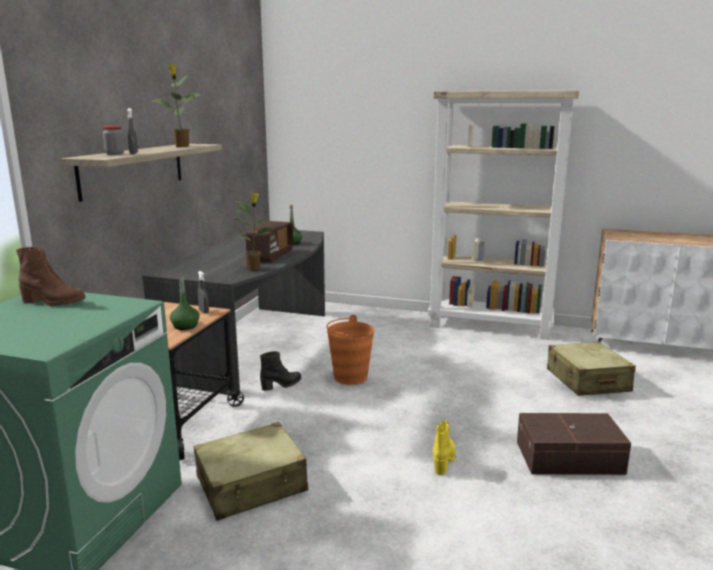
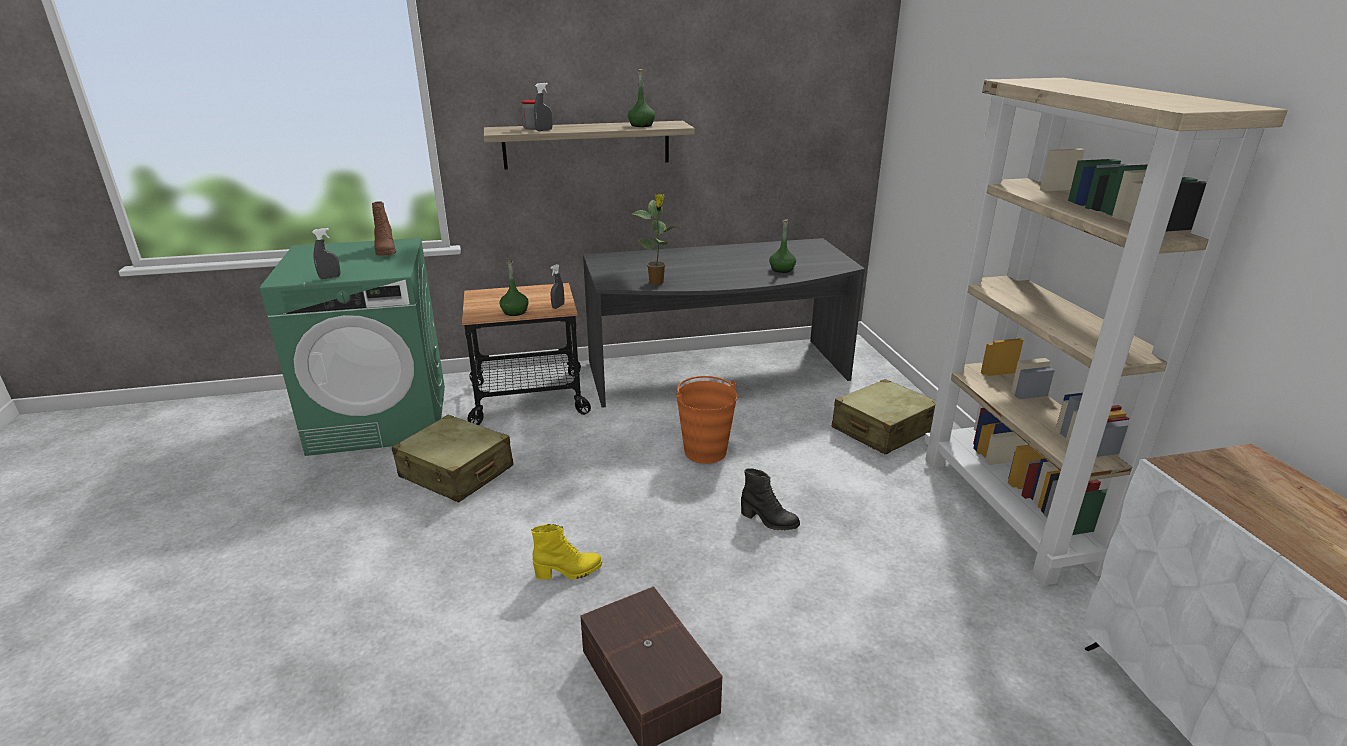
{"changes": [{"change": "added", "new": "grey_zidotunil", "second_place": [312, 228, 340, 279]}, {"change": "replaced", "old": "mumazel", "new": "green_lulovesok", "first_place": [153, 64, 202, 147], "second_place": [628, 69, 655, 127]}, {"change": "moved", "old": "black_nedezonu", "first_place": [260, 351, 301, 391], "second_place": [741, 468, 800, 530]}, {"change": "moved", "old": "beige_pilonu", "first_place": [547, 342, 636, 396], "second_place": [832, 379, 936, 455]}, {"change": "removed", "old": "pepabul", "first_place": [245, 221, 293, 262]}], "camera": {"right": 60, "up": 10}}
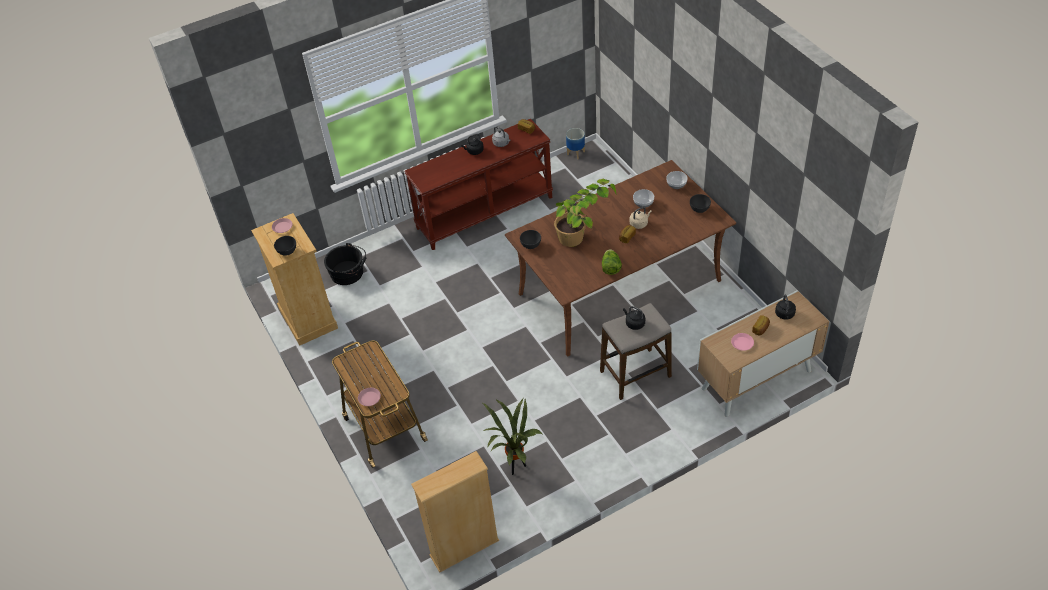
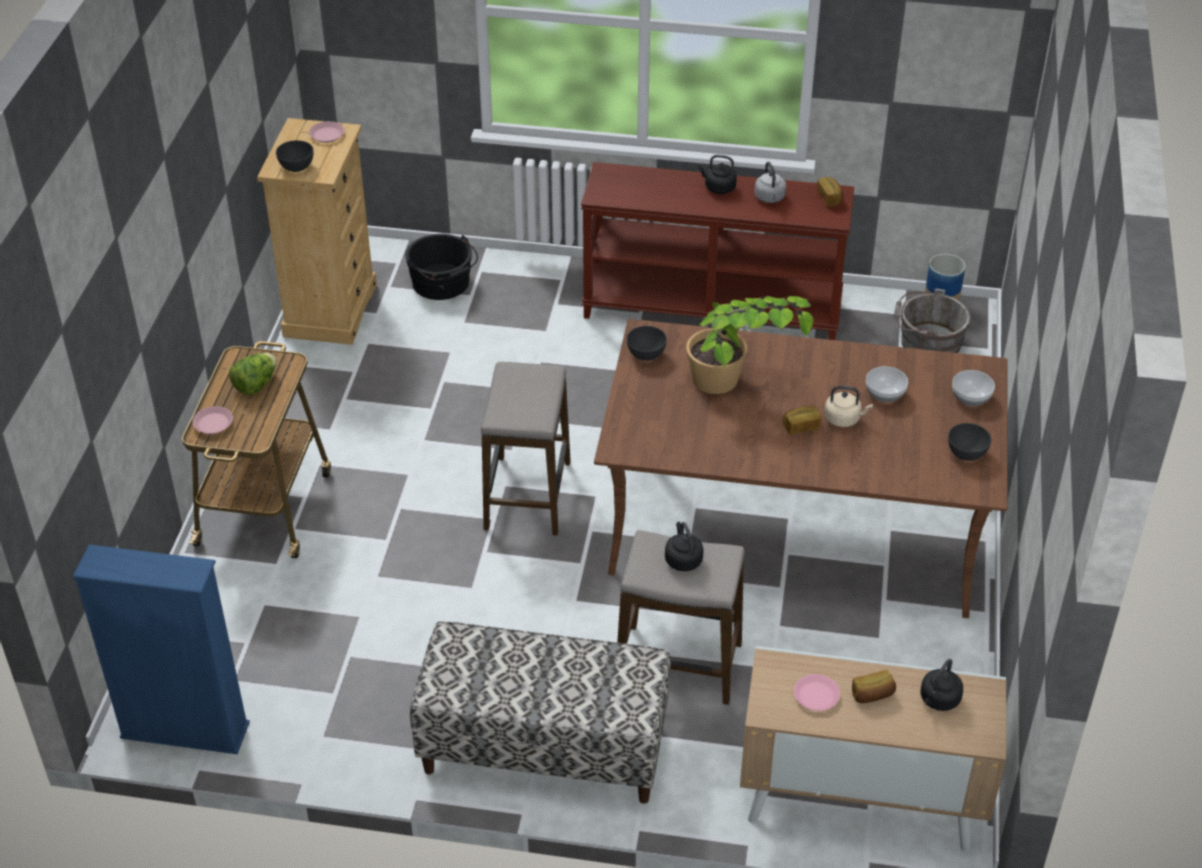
{"changes": [{"change": "recoloured", "old": "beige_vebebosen", "new": "blue_vebebosen", "first_place": [411, 451, 499, 573], "second_place": [73, 545, 250, 754]}, {"change": "moved", "old": "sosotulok", "first_place": [602, 249, 622, 275], "second_place": [229, 353, 277, 395]}, {"change": "added", "new": "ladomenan", "second_place": [410, 621, 671, 804]}, {"change": "added", "new": "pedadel", "second_place": [481, 362, 571, 536]}, {"change": "added", "new": "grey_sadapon", "second_place": [894, 288, 971, 353]}, {"change": "removed", "old": "mumazel", "first_place": [483, 399, 542, 475]}], "camera": {"right": 35, "up": -5}}
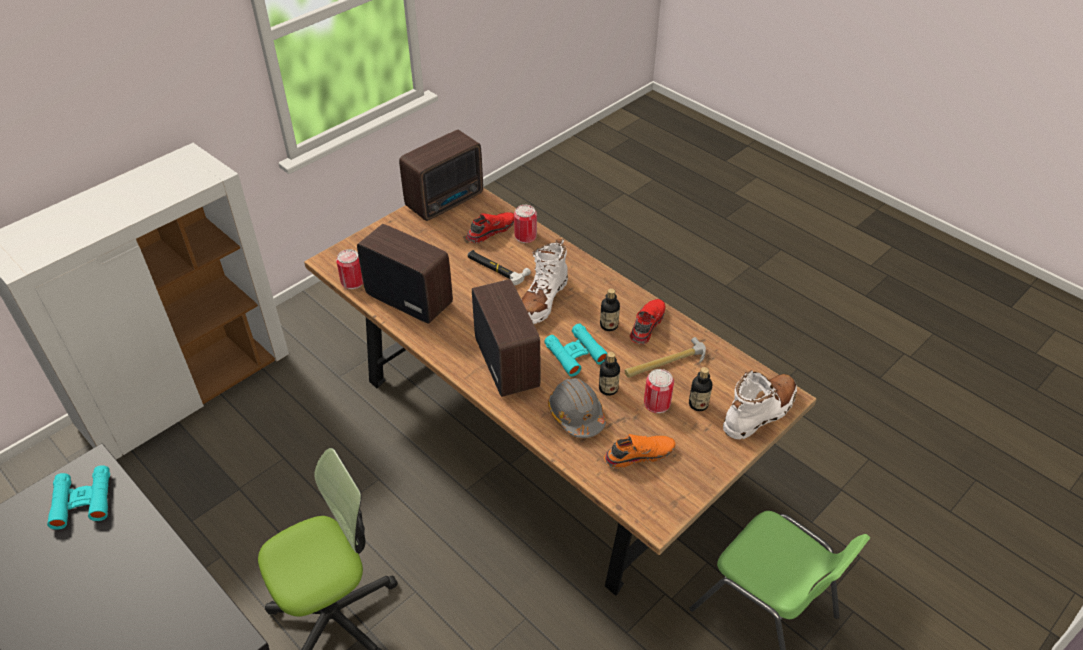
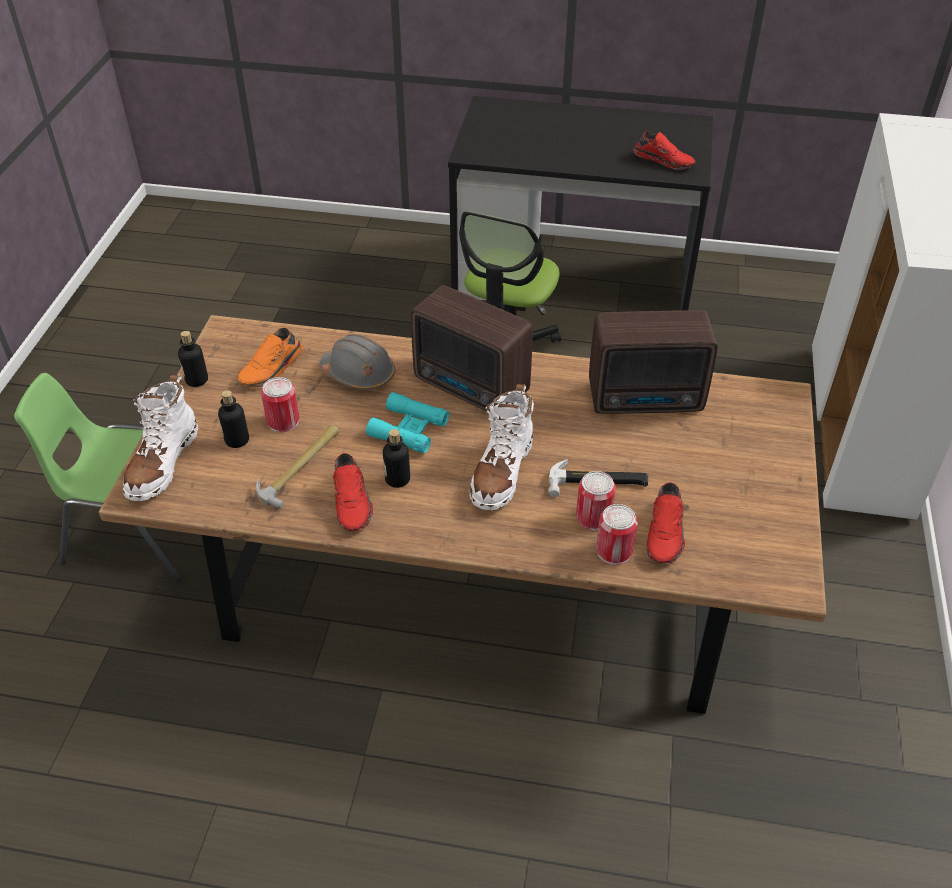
{"changes": [{"change": "moved", "old": "lulovesok", "first_place": [599, 352, 620, 396], "second_place": [178, 331, 208, 387]}, {"change": "turned", "old": "white_nedezonu", "first_place": [522, 239, 568, 324], "second_place": [470, 384, 534, 510], "degrees": -150}, {"change": "moved", "old": "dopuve", "first_place": [336, 249, 363, 289], "second_place": [576, 471, 616, 530]}, {"change": "replaced", "old": "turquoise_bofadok", "new": "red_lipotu", "first_place": [47, 465, 110, 530], "second_place": [633, 131, 696, 170]}, {"change": "removed", "old": "pepabul", "first_place": [399, 130, 483, 221]}], "camera": {"right": 145, "up": 0}}
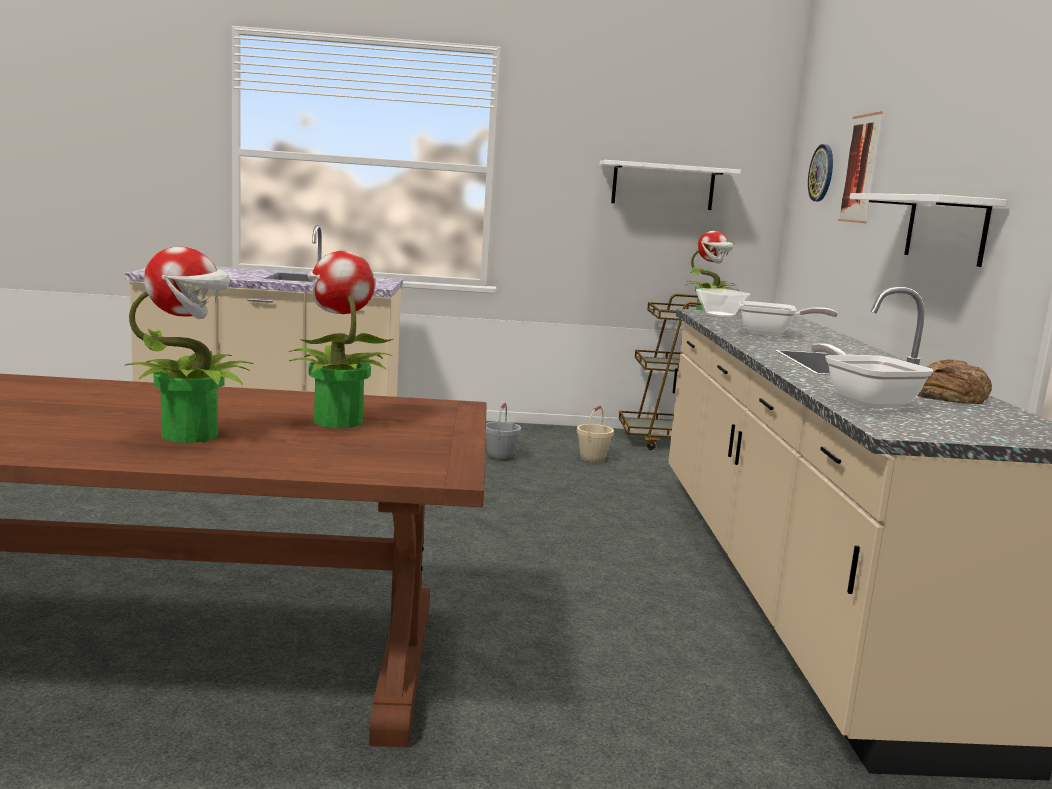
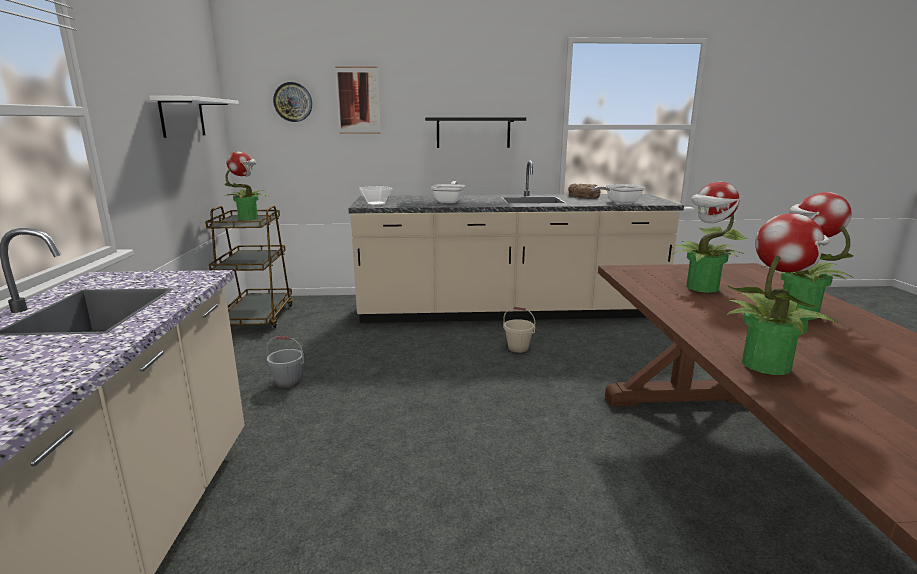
{"changes": [{"change": "recoloured", "old": "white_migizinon", "new": "black_migizinon", "first_place": [850, 193, 1007, 267], "second_place": [425, 117, 526, 148]}, {"change": "moved", "old": "beige_sadapon", "first_place": [577, 406, 614, 463], "second_place": [503, 307, 535, 353]}, {"change": "added", "new": "mumazel", "second_place": [727, 213, 838, 375]}], "camera": {"right": -90, "up": 5}}
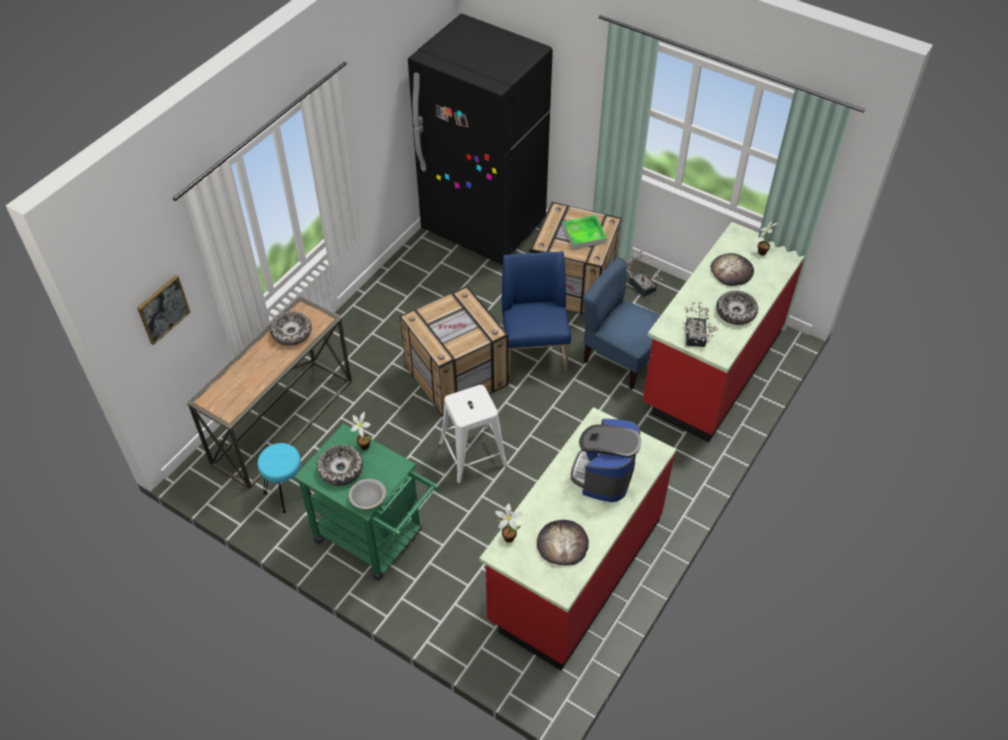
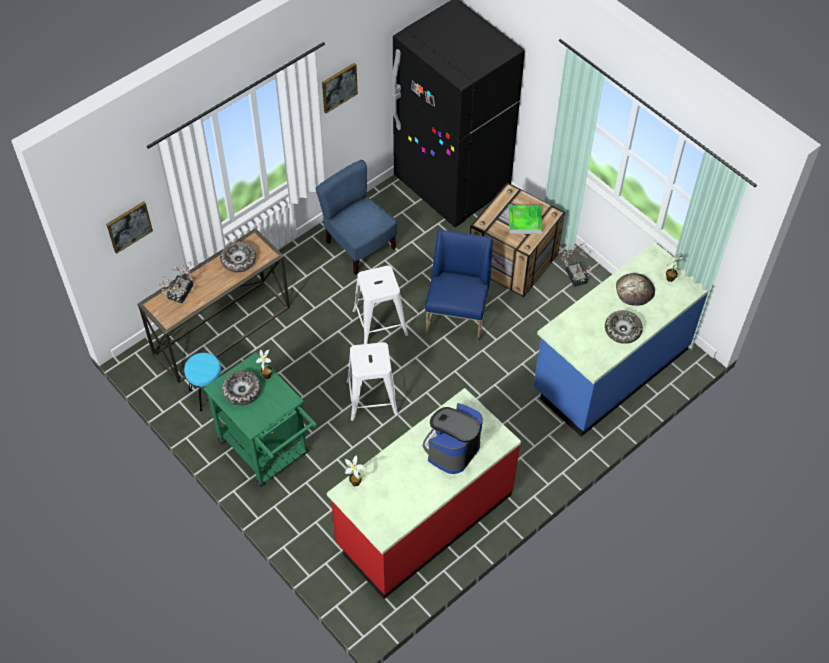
{"changes": [{"change": "moved", "old": "mumazel", "first_place": [683, 302, 718, 347], "second_place": [158, 264, 193, 303]}, {"change": "moved", "old": "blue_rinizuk", "first_place": [583, 258, 661, 390], "second_place": [316, 160, 397, 275]}, {"change": "added", "new": "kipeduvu", "second_place": [322, 63, 358, 113]}, {"change": "replaced", "old": "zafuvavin", "new": "white_pedadel", "first_place": [400, 286, 509, 417], "second_place": [353, 265, 408, 344]}, {"change": "recoloured", "old": "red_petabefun", "new": "blue_petabefun", "first_place": [643, 222, 805, 442], "second_place": [534, 242, 709, 437]}, {"change": "removed", "old": "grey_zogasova", "first_place": [349, 479, 386, 509]}, {"change": "removed", "old": "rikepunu", "first_place": [537, 520, 589, 566]}], "camera": {"right": 15, "up": 5}}
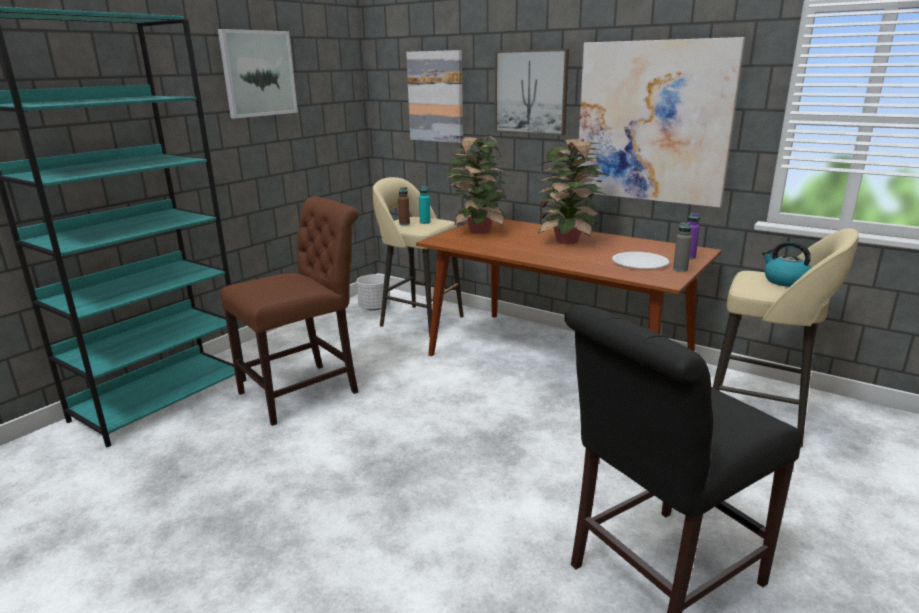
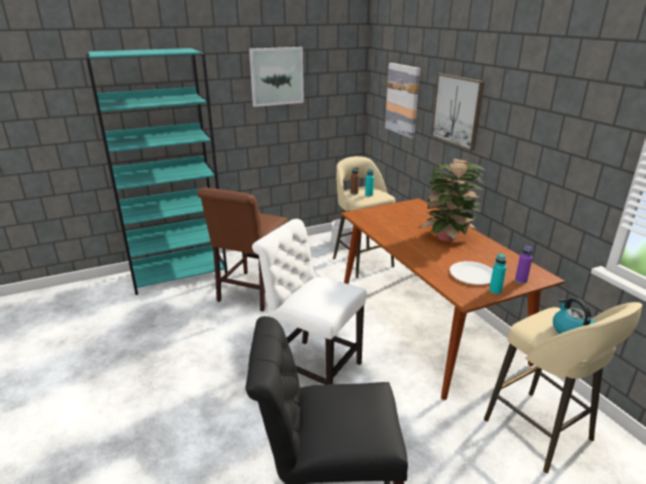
{"changes": [{"change": "turned", "old": "brown_rinizuk", "first_place": [220, 196, 359, 426], "second_place": [197, 188, 288, 312], "degrees": 120}, {"change": "added", "new": "white_rinizuk", "second_place": [252, 219, 367, 385]}, {"change": "recoloured", "old": "grey_lulovesok", "new": "turquoise_lulovesok", "first_place": [673, 222, 692, 272], "second_place": [489, 253, 507, 294]}, {"change": "removed", "old": "mumazel", "first_place": [443, 136, 511, 234]}, {"change": "removed", "old": "kipeduvu", "first_place": [577, 37, 745, 208]}], "camera": {"right": 30, "up": 5}}
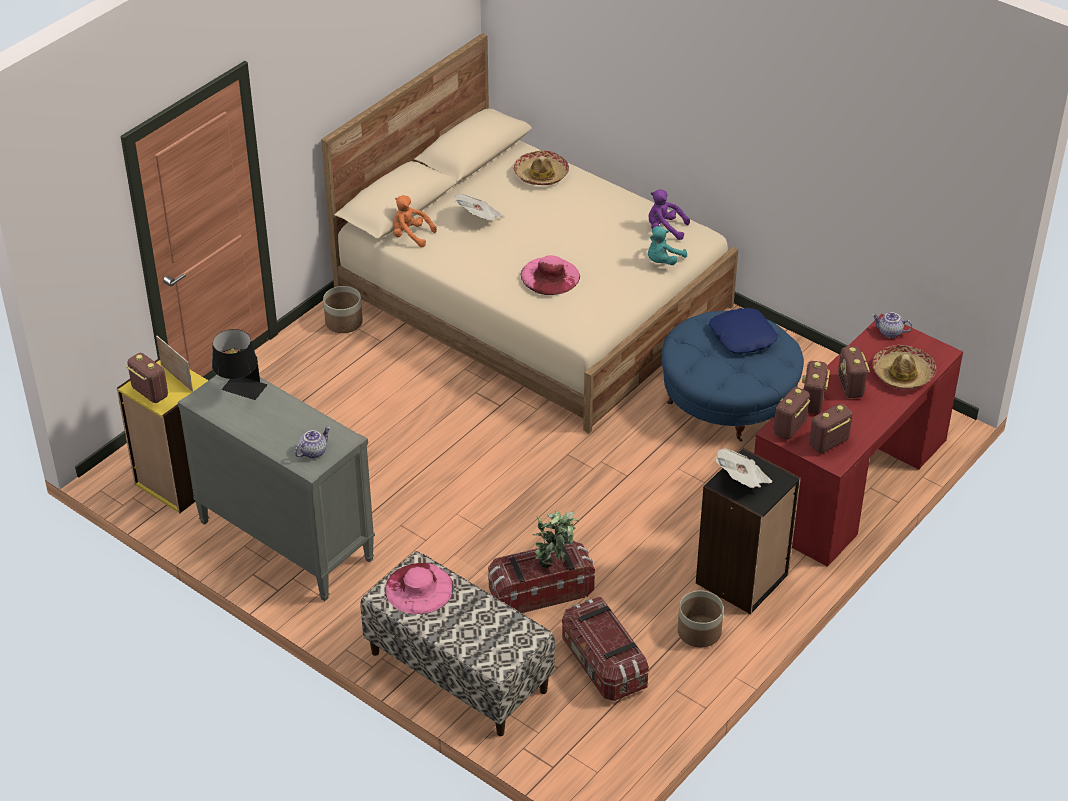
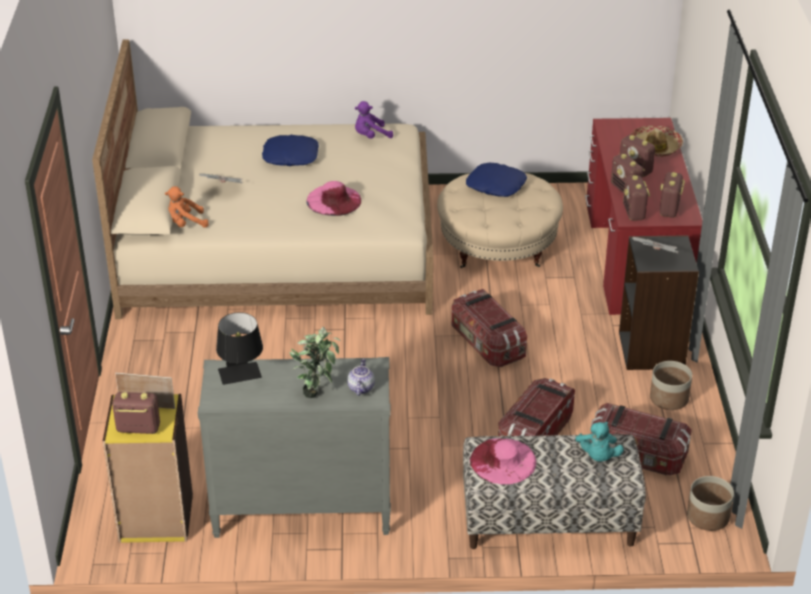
{"changes": [{"change": "added", "new": "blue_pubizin", "second_place": [262, 135, 319, 166]}, {"change": "moved", "old": "mumazel", "first_place": [532, 511, 578, 568], "second_place": [290, 327, 340, 398]}, {"change": "recoloured", "old": "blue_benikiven", "new": "beige_benikiven", "first_place": [661, 311, 804, 442], "second_place": [437, 173, 563, 268]}, {"change": "added", "new": "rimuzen", "second_place": [452, 289, 527, 367]}, {"change": "moved", "old": "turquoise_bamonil", "first_place": [648, 226, 687, 265], "second_place": [575, 422, 624, 462]}, {"change": "moved", "old": "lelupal", "first_place": [323, 286, 363, 333], "second_place": [687, 476, 734, 531]}, {"change": "removed", "old": "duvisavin", "first_place": [514, 150, 569, 185]}, {"change": "removed", "old": "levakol", "first_place": [872, 312, 912, 338]}], "camera": {"right": -40, "up": -5}}
